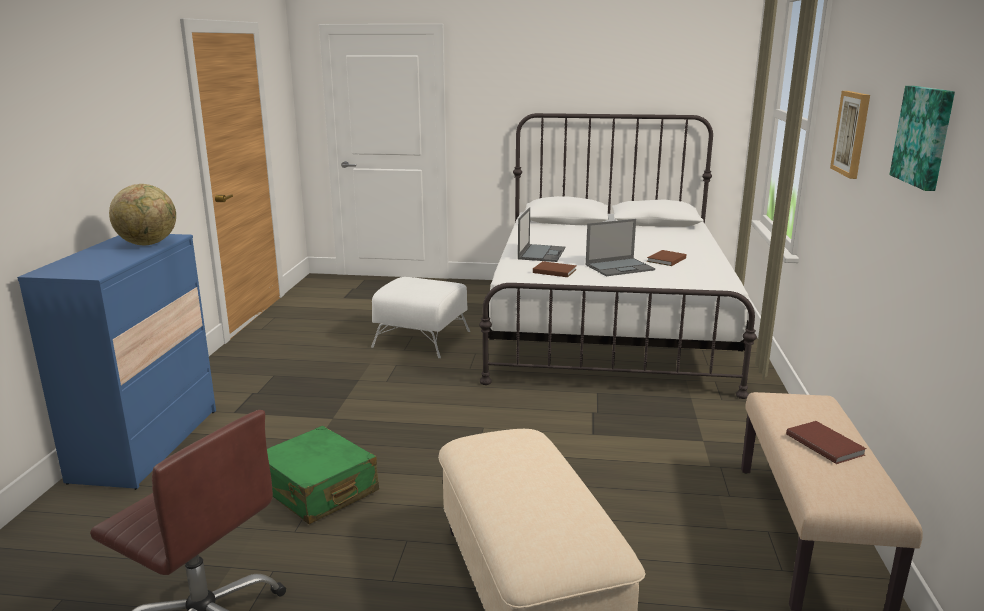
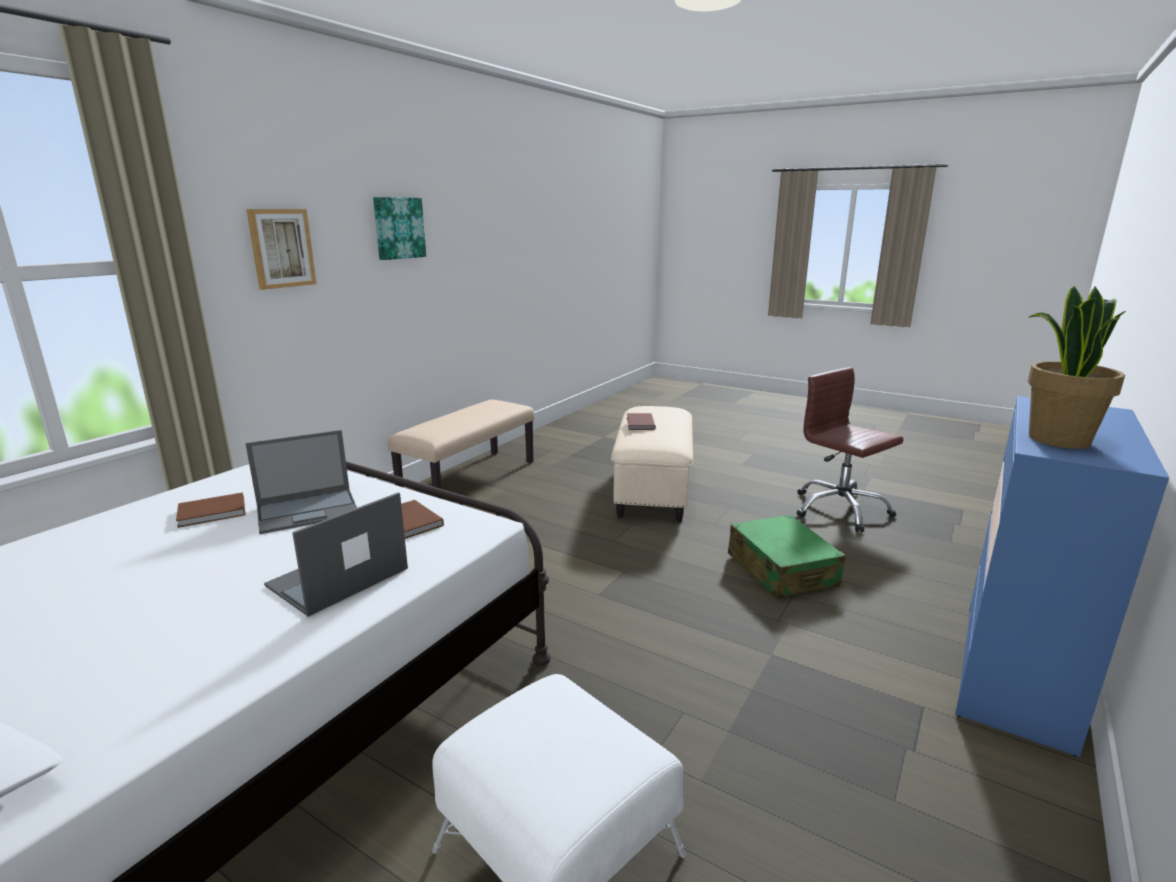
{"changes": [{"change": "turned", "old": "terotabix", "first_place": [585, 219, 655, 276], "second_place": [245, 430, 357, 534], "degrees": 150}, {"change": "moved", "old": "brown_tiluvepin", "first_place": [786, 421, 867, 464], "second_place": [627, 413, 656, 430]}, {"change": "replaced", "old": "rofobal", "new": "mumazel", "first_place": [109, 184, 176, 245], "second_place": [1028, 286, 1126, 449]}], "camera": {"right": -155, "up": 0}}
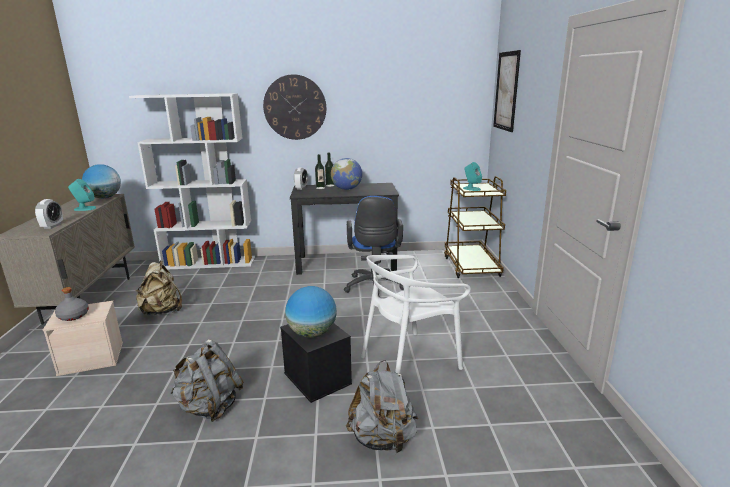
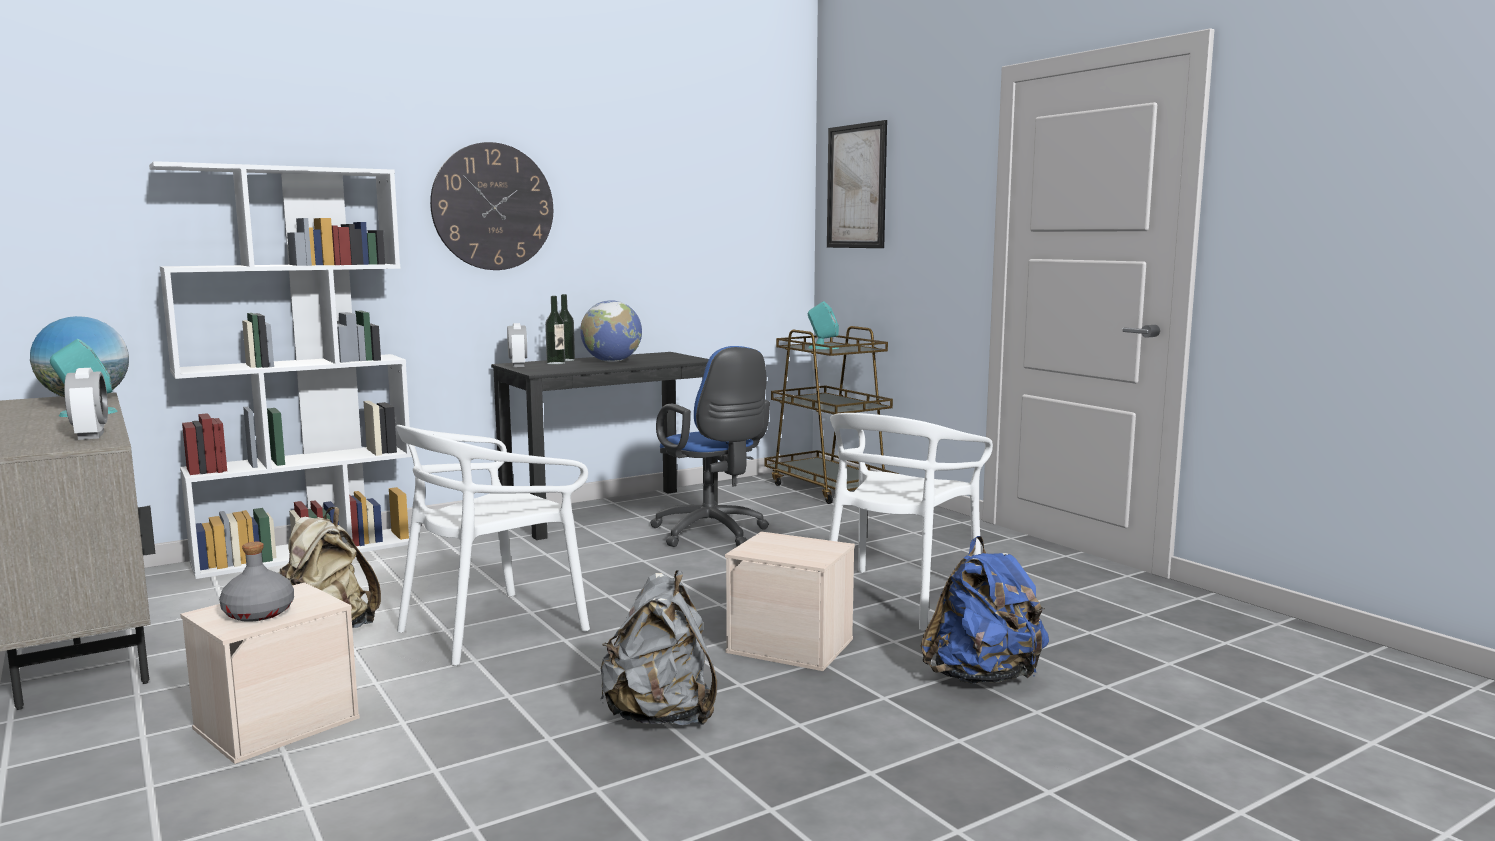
{"changes": [{"change": "added", "new": "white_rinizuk", "second_place": [396, 425, 590, 666]}, {"change": "recoloured", "old": "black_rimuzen", "new": "beige_rimuzen", "first_place": [280, 324, 352, 403], "second_place": [725, 532, 855, 671]}, {"change": "recoloured", "old": "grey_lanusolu", "new": "blue_lanusolu", "first_place": [346, 360, 418, 455], "second_place": [921, 536, 1049, 684]}, {"change": "removed", "old": "rofobal", "first_place": [285, 286, 337, 338]}], "camera": {"right": -30, "up": -10}}
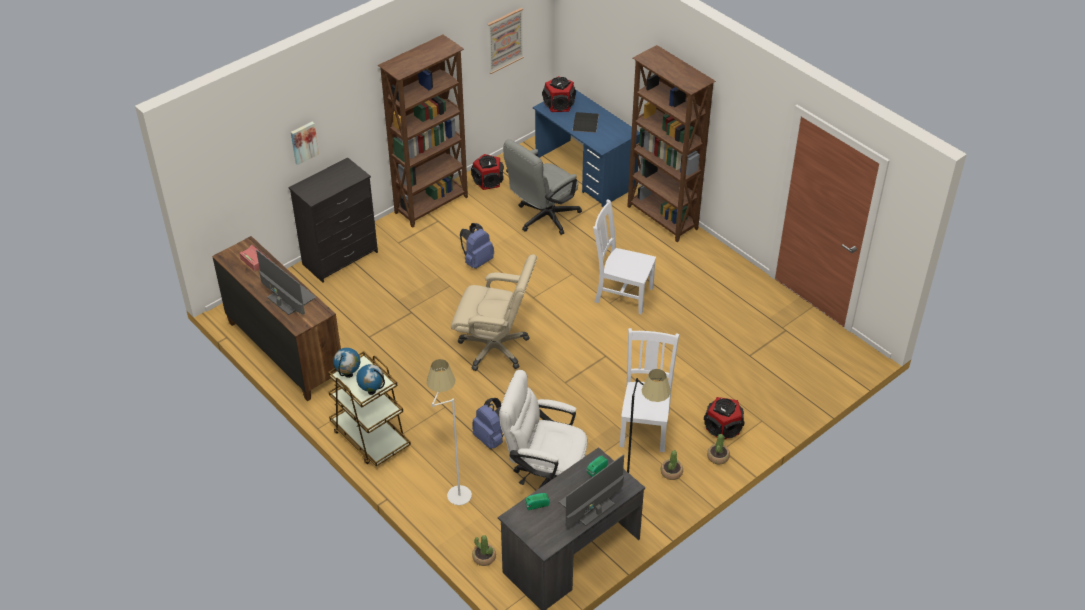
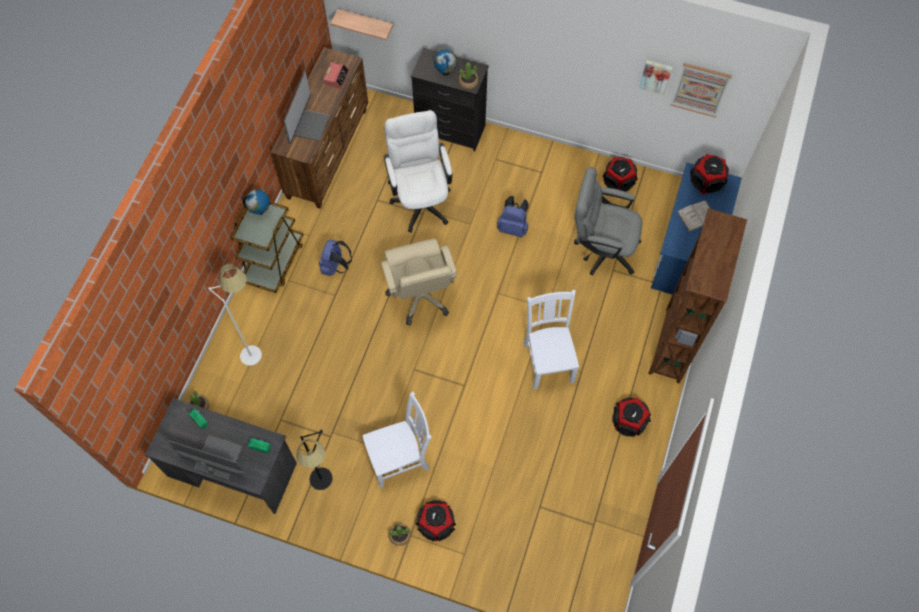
{"changes": [{"change": "moved", "old": "blue_lanusolu", "first_place": [472, 398, 504, 449], "second_place": [319, 240, 352, 276]}, {"change": "added", "new": "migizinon", "second_place": [330, 9, 393, 40]}, {"change": "moved", "old": "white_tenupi", "first_place": [499, 370, 587, 489], "second_place": [384, 110, 452, 232]}, {"change": "moved", "old": "rofobal", "first_place": [356, 364, 385, 395], "second_place": [434, 50, 457, 75]}, {"change": "moved", "old": "mumazel", "first_place": [661, 450, 683, 480], "second_place": [459, 62, 479, 89]}, {"change": "added", "new": "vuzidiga", "second_place": [613, 397, 651, 437]}, {"change": "moved", "old": "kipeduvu", "first_place": [291, 121, 319, 165], "second_place": [639, 60, 673, 95]}, {"change": "recoloured", "old": "black_tiluvepin", "new": "white_tiluvepin", "first_place": [572, 112, 599, 132], "second_place": [677, 200, 711, 232]}, {"change": "removed", "old": "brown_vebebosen", "first_place": [378, 35, 468, 228]}], "camera": {"right": 60, "up": 20}}
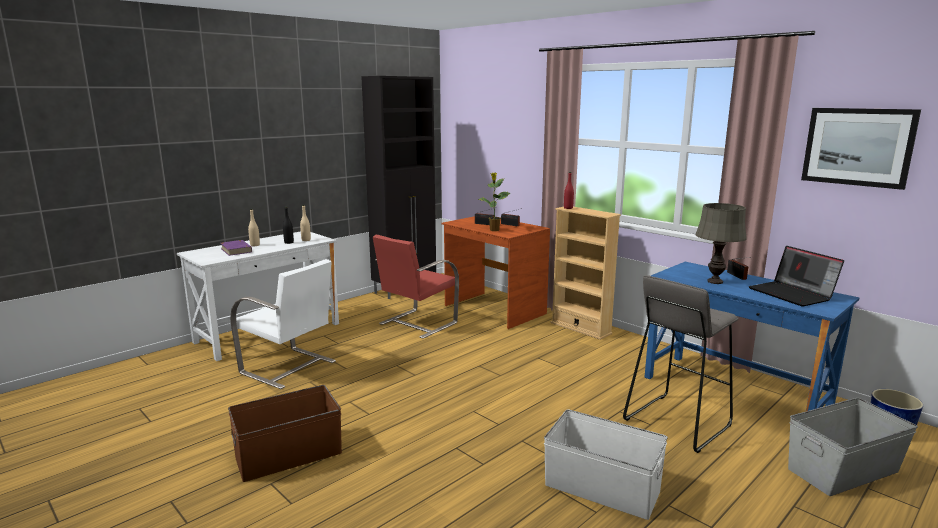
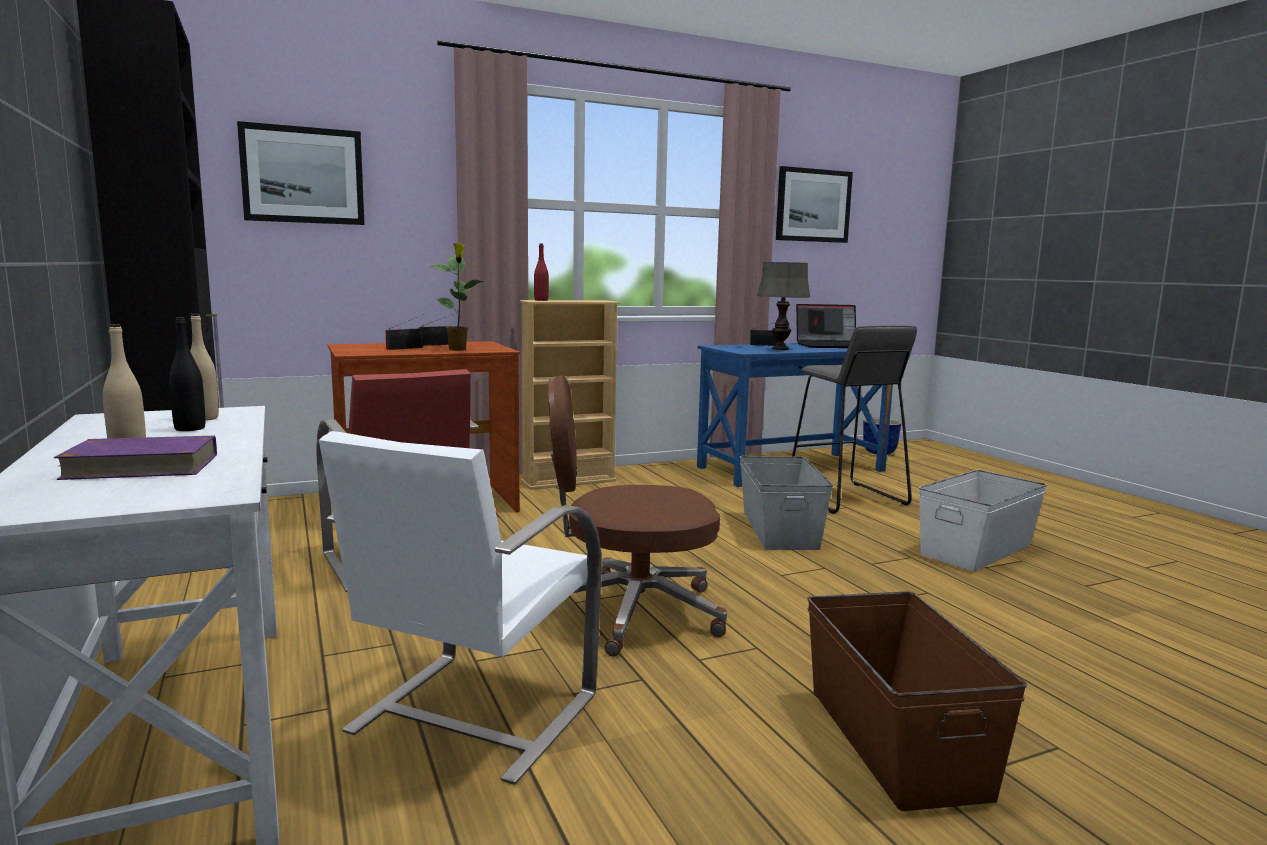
{"changes": [{"change": "added", "new": "kipeduvu", "second_place": [237, 121, 365, 225]}, {"change": "turned", "old": "white_rinizuk", "first_place": [230, 259, 336, 389], "second_place": [319, 431, 602, 785], "degrees": 150}, {"change": "added", "new": "brown_tenupi", "second_place": [548, 375, 727, 656]}, {"change": "moved", "old": "grey_rimuzen", "first_place": [788, 398, 918, 496], "second_place": [740, 456, 834, 550]}], "camera": {"right": -70, "up": -5}}
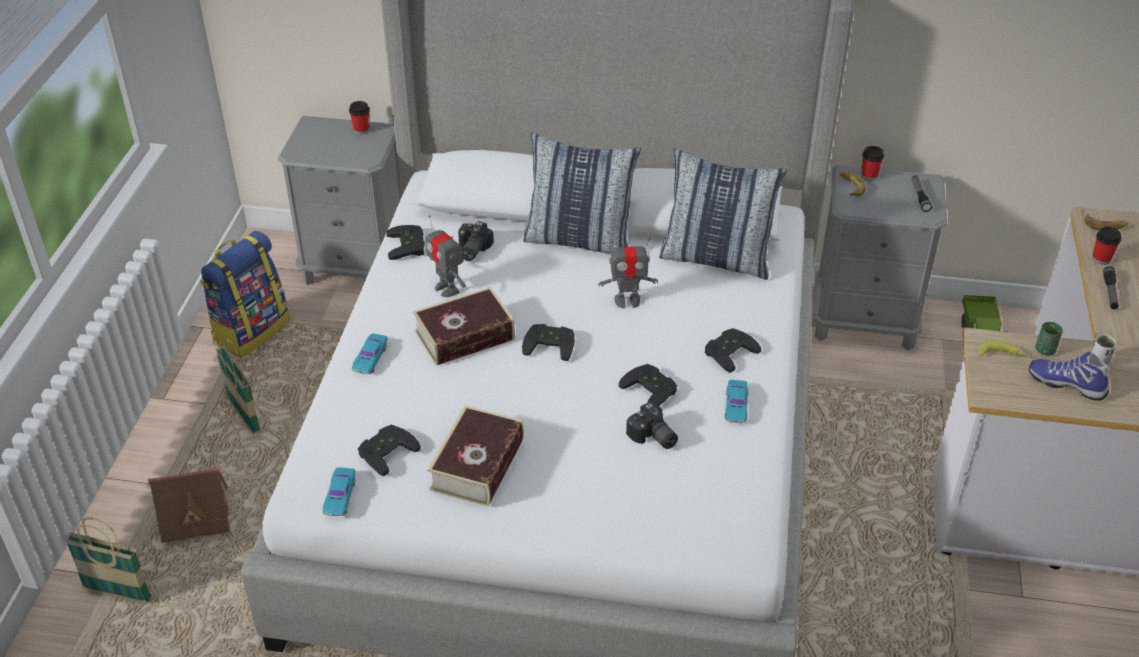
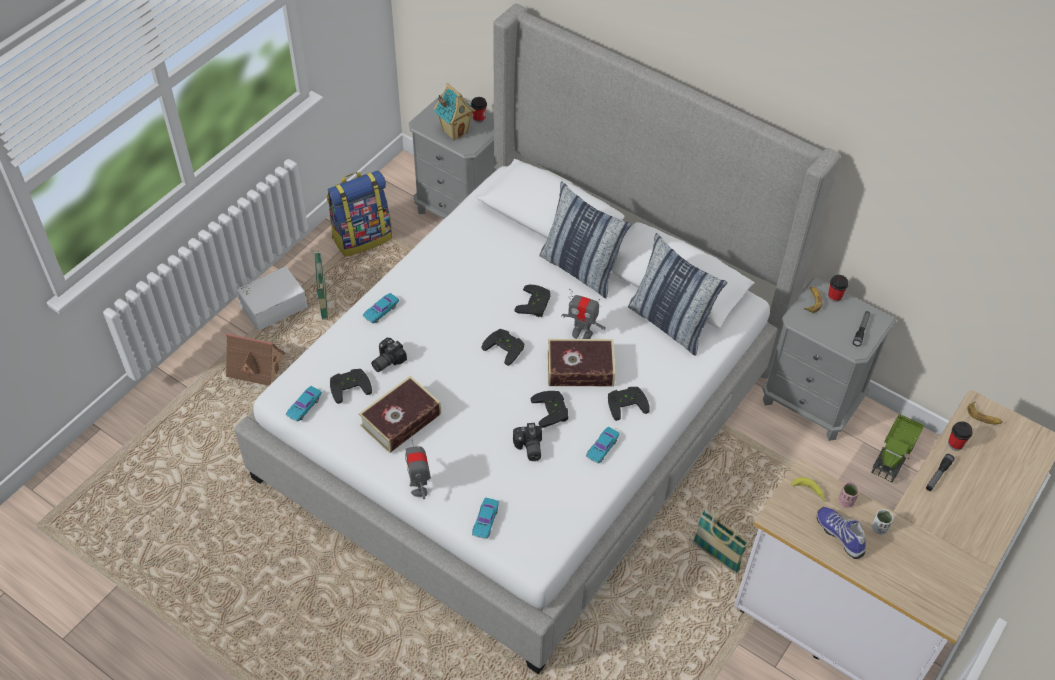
{"changes": [{"change": "added", "new": "white_rimuzen", "second_place": [237, 266, 307, 331]}, {"change": "moved", "old": "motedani", "first_place": [458, 221, 494, 261], "second_place": [371, 338, 407, 372]}, {"change": "moved", "old": "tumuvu", "first_place": [426, 215, 466, 297], "second_place": [405, 435, 431, 499]}, {"change": "added", "new": "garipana", "second_place": [434, 83, 475, 140]}, {"change": "added", "new": "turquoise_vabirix", "second_place": [472, 498, 499, 539]}, {"change": "moved", "old": "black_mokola", "first_place": [386, 225, 425, 260], "second_place": [514, 285, 550, 317]}, {"change": "moved", "old": "tiluvepin", "first_place": [413, 287, 515, 366], "second_place": [548, 339, 615, 386]}, {"change": "moved", "old": "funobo", "first_place": [65, 517, 152, 604], "second_place": [693, 508, 749, 574]}, {"change": "recoloured", "old": "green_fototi", "new": "pink_fototi", "first_place": [1035, 322, 1063, 355], "second_place": [839, 482, 860, 508]}], "camera": {"right": 25, "up": 10}}
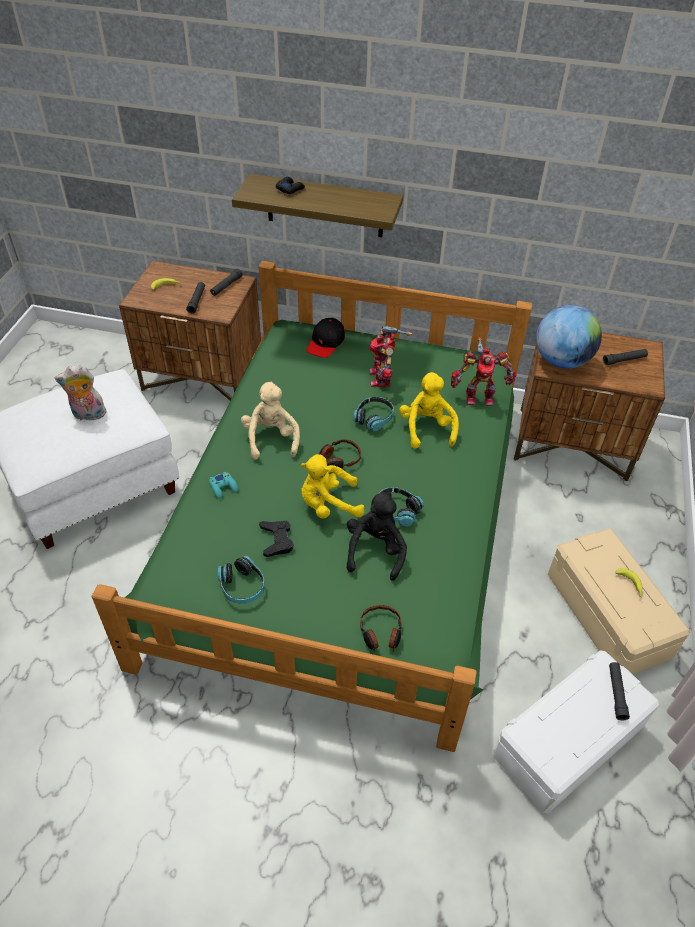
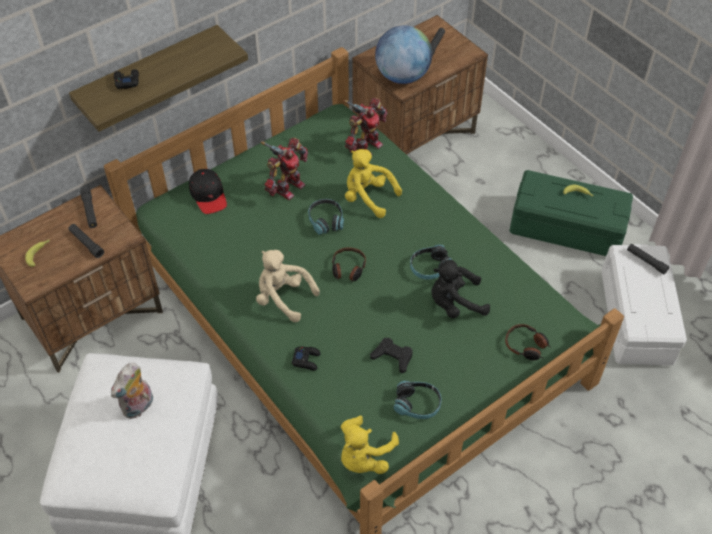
{"changes": [{"change": "turned", "old": "tumuvu", "first_place": [369, 326, 412, 387], "second_place": [260, 138, 308, 200], "degrees": -90}, {"change": "recoloured", "old": "turquoise_mokola", "new": "black_mokola", "first_place": [209, 472, 238, 499], "second_place": [292, 347, 321, 370]}, {"change": "moved", "old": "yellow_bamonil", "first_place": [301, 454, 364, 519], "second_place": [341, 416, 399, 474]}, {"change": "turned", "old": "black_bamonil", "first_place": [347, 492, 407, 581], "second_place": [431, 259, 490, 318], "degrees": -60}, {"change": "recoloured", "old": "beige_rimuzen", "new": "green_rimuzen", "first_place": [548, 529, 690, 674], "second_place": [509, 170, 633, 256]}], "camera": {"right": -50, "up": 5}}
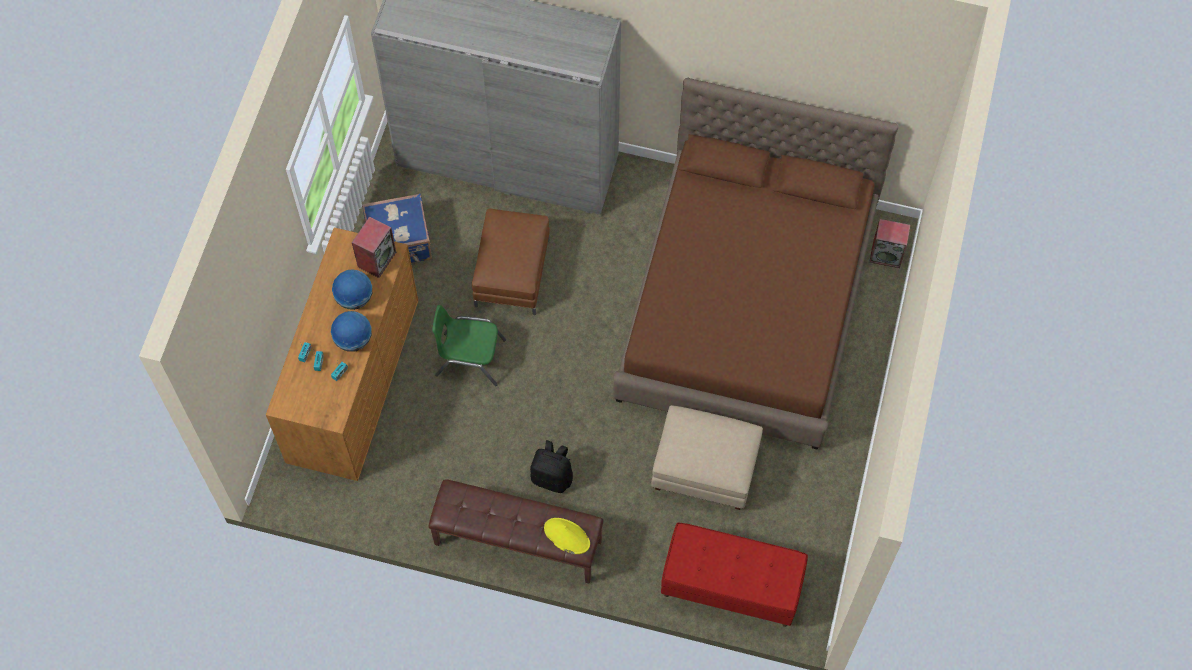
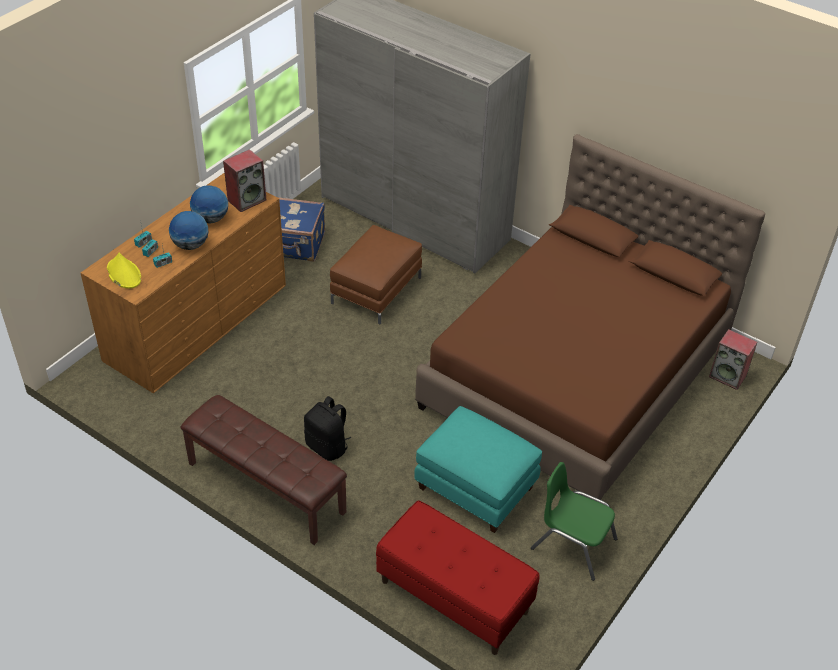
{"changes": [{"change": "moved", "old": "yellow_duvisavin", "first_place": [544, 518, 590, 554], "second_place": [107, 253, 141, 289]}, {"change": "recoloured", "old": "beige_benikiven", "new": "turquoise_benikiven", "first_place": [651, 405, 763, 510], "second_place": [414, 406, 542, 533]}, {"change": "moved", "old": "green_rinizuk", "first_place": [432, 305, 506, 386], "second_place": [531, 462, 617, 581]}], "camera": {"right": 20, "up": -20}}
